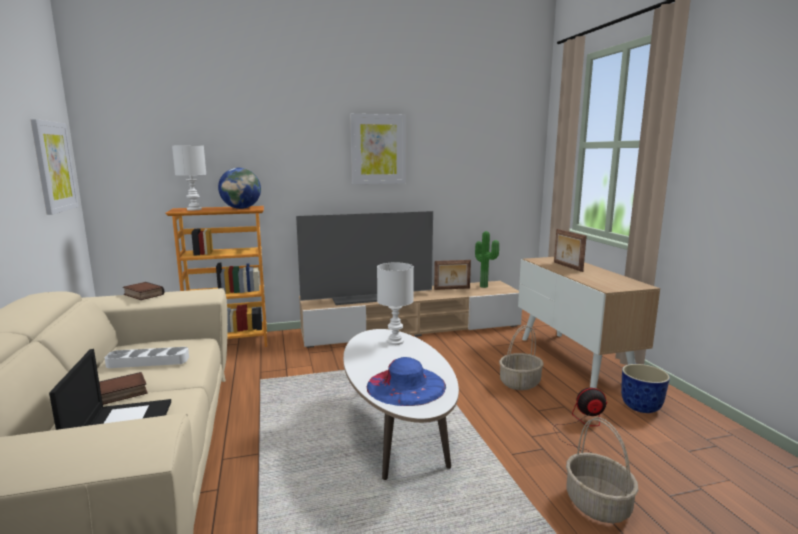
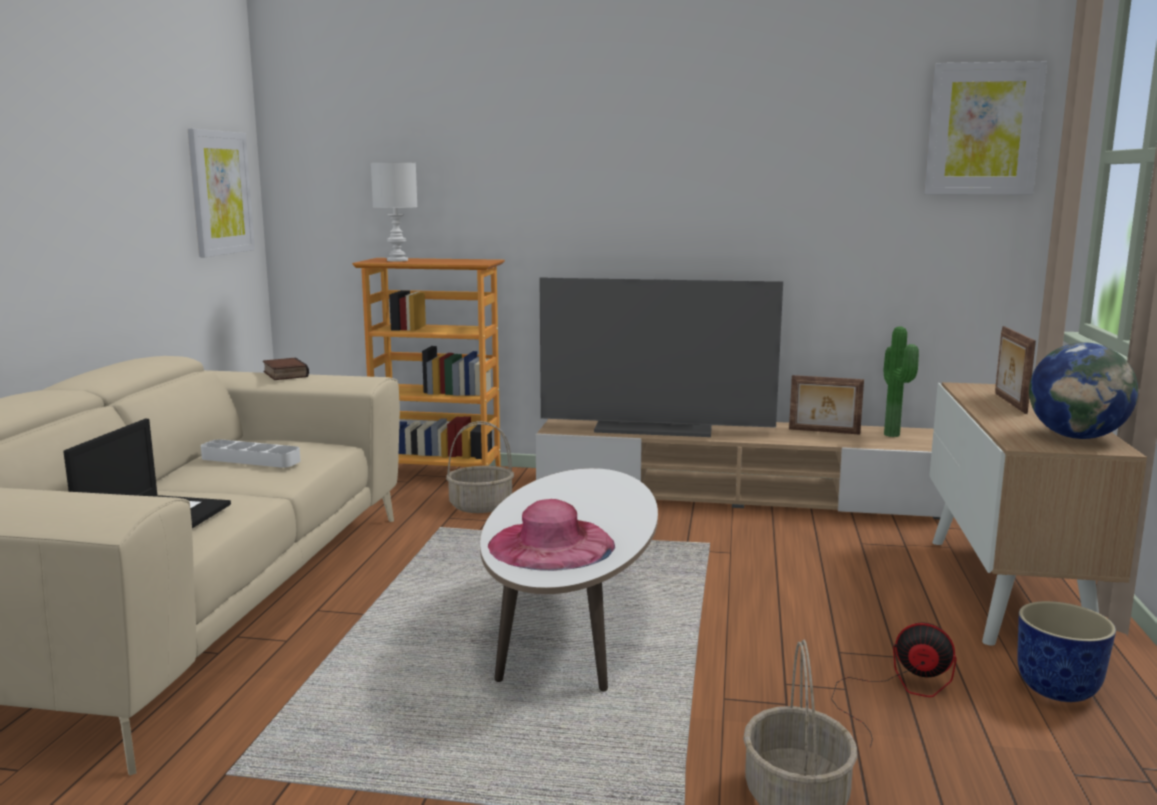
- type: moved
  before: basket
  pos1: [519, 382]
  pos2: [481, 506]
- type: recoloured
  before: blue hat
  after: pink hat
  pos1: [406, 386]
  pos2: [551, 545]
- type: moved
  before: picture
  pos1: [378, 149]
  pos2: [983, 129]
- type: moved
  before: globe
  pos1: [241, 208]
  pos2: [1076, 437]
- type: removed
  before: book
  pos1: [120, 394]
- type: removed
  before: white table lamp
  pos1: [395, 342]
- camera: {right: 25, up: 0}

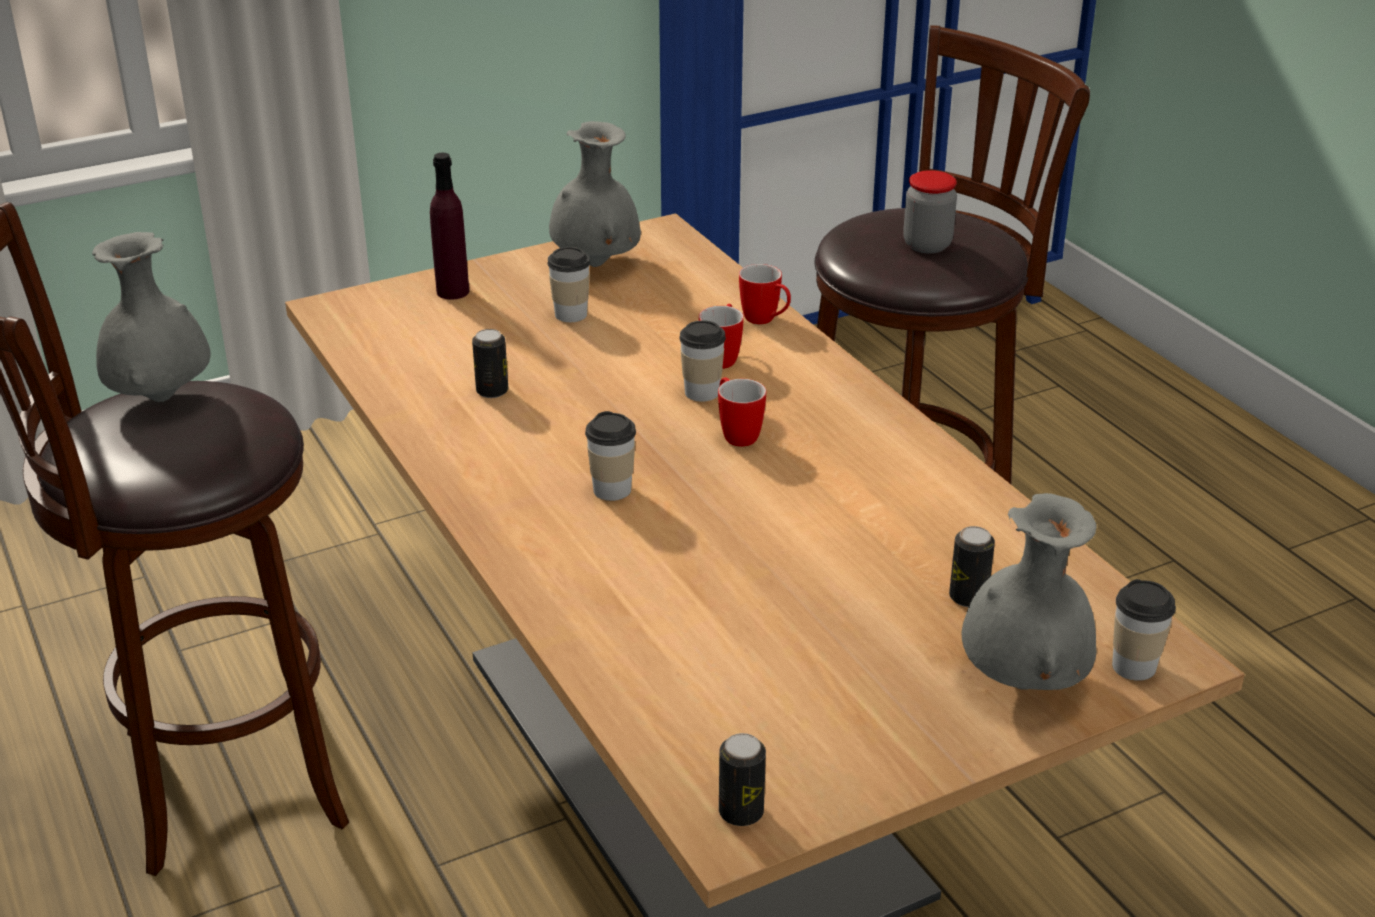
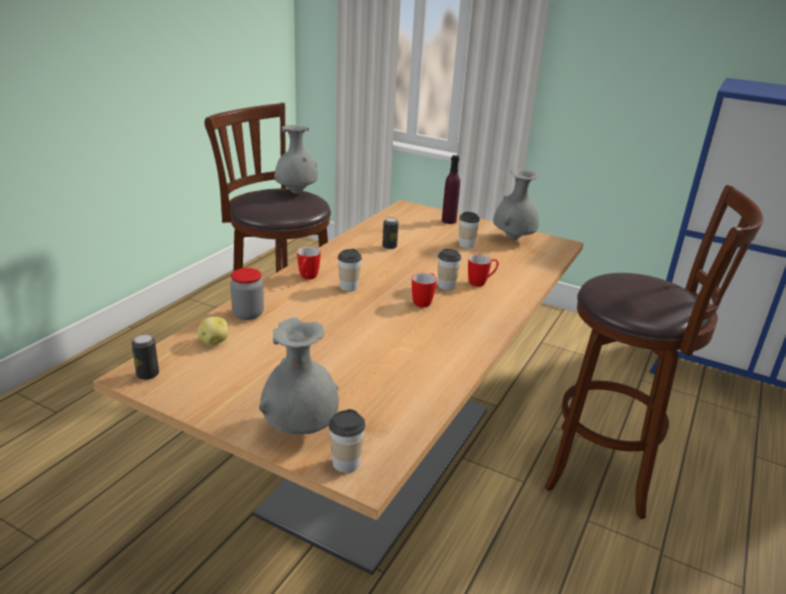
- type: added
  after: potato
  pos2: [213, 342]
- type: moved
  before: jar
  pos1: [927, 245]
  pos2: [248, 314]
- type: moved
  before: mug
  pos1: [766, 321]
  pos2: [307, 278]
- type: removed
  before: can
  pos1: [968, 597]
- camera: {right: 55, up: -5}

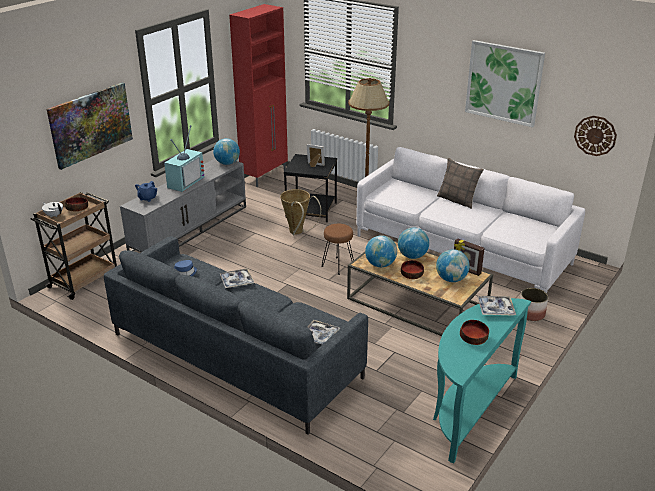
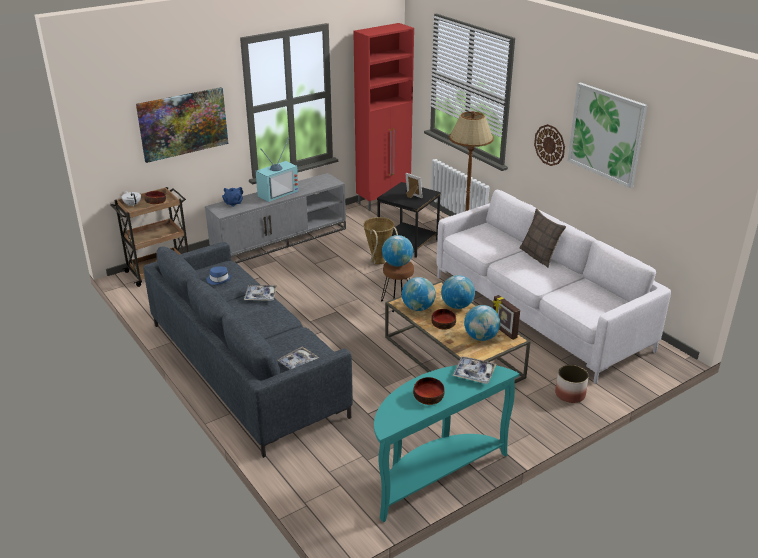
- type: moved
  before: globe
  pos1: [227, 163]
  pos2: [397, 264]
- type: moved
  before: wall clock
  pos1: [595, 135]
  pos2: [550, 145]
- camera: {right: 20, up: 0}

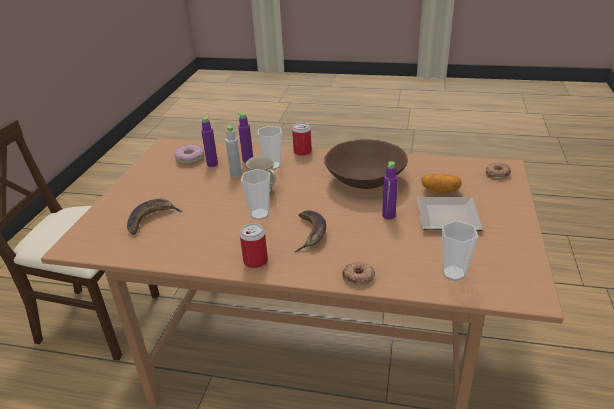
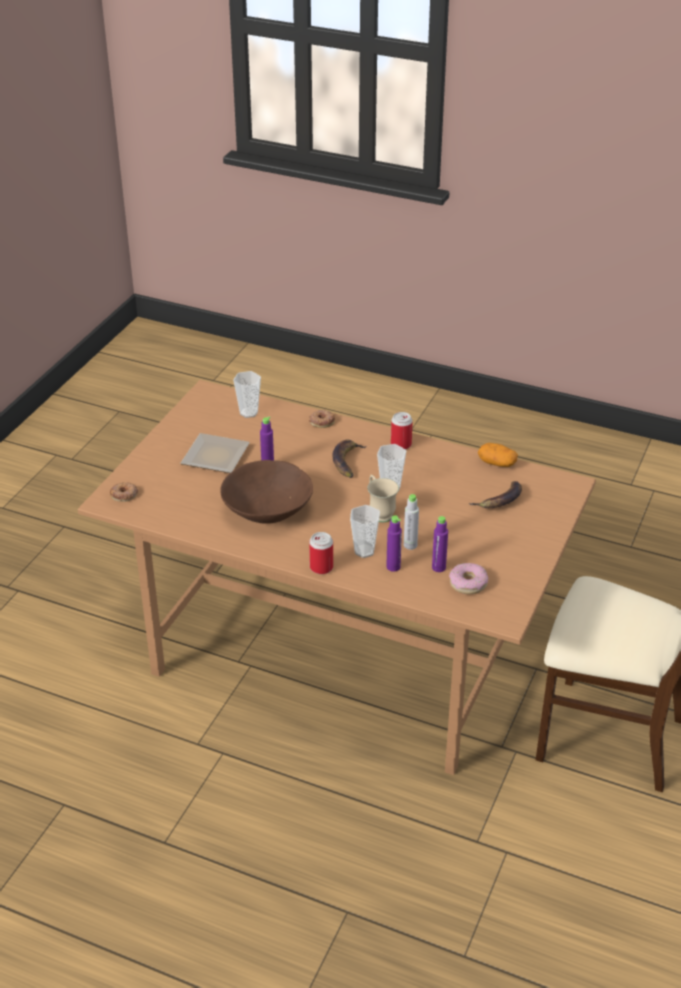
- type: moved
  before: potato
  pos1: [440, 190]
  pos2: [497, 463]
- camera: {right: -170, up: 5}

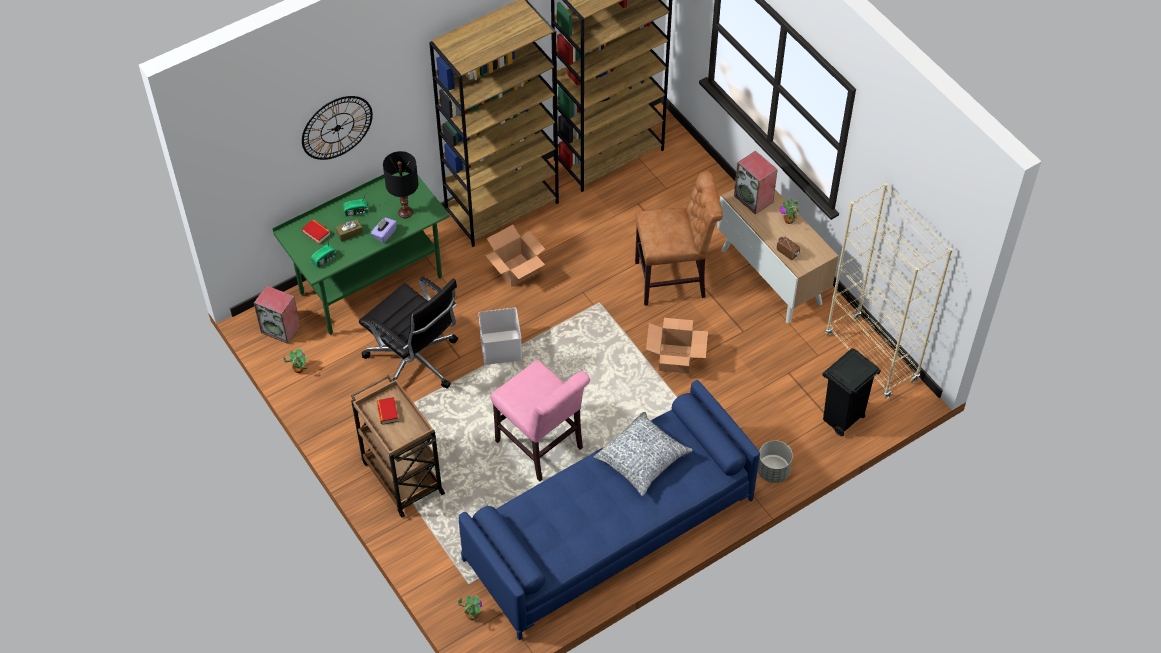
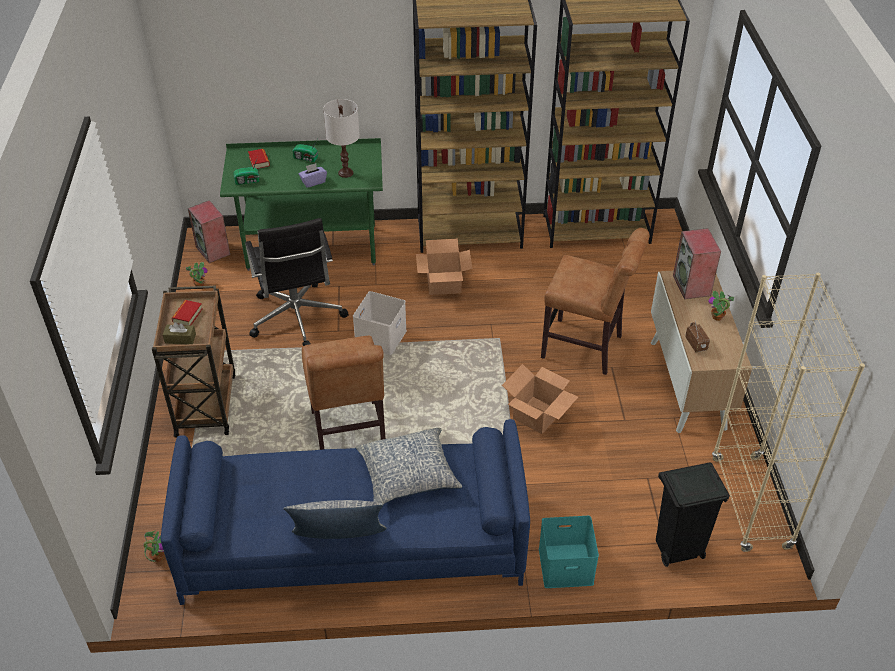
- type: moved
  before: brown tissue box
  pos1: [349, 233]
  pos2: [180, 339]
- type: added
  after: pillow
  pos2: [339, 542]
- type: recoloured
  before: pink chair
  after: brown chair
  pos1: [542, 447]
  pos2: [349, 436]
- type: recoloured
  before: black table lamp
  after: white table lamp
  pos1: [405, 212]
  pos2: [346, 173]
- type: replaced
  before: grey planter
  after: turquoise storage box
  pos1: [773, 471]
  pos2: [564, 567]
- type: removed
  before: wall clock
  pos1: [337, 127]
- camera: {right: 30, up: -10}

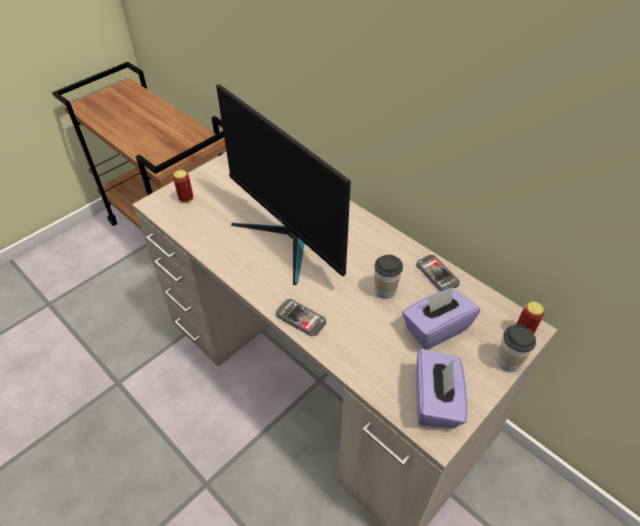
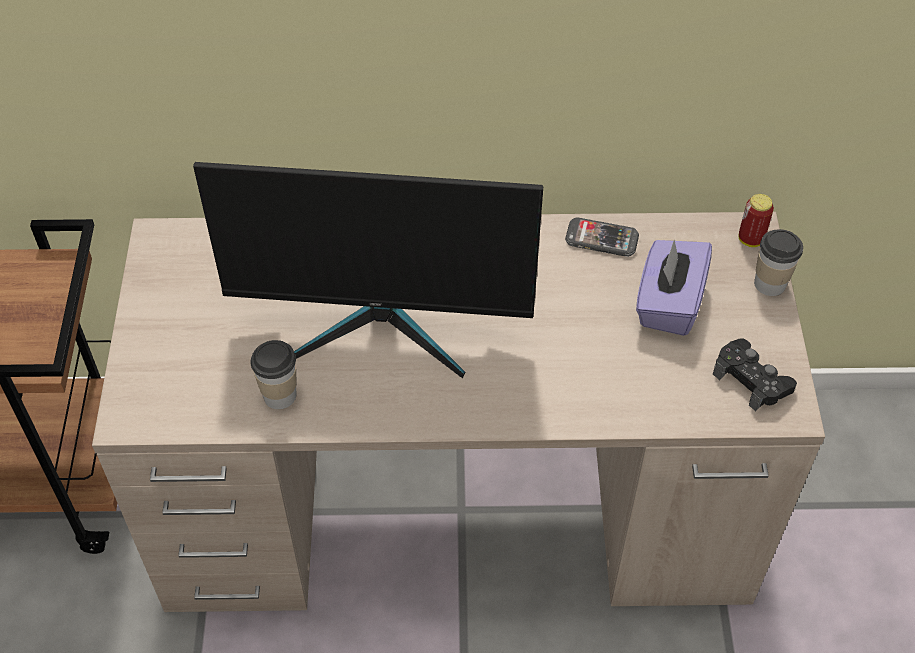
- type: moved
  before: cup
  pos1: [385, 291]
  pos2: [280, 395]
- type: replaced
  before: purple tissue box
  after: black game controller
  pos1: [436, 401]
  pos2: [751, 380]
- type: removed
  before: can
  pos1: [186, 199]
- type: removed
  before: phone
  pos1: [300, 318]
- camera: {right: -45, up: 5}

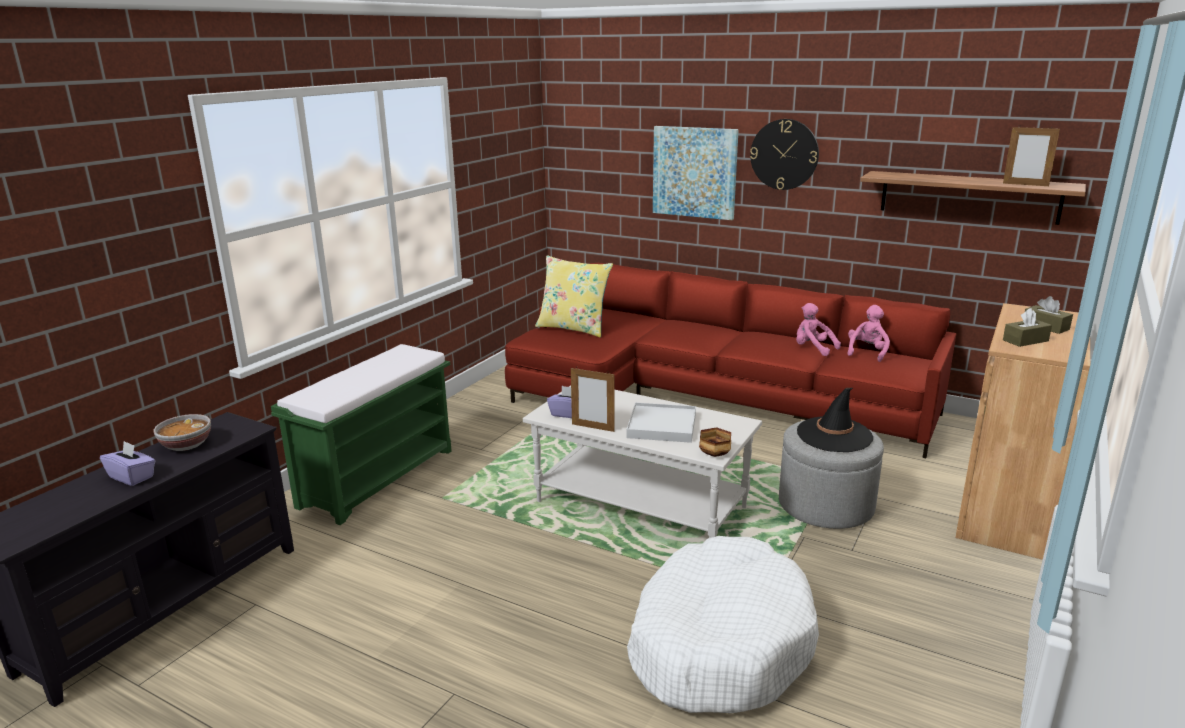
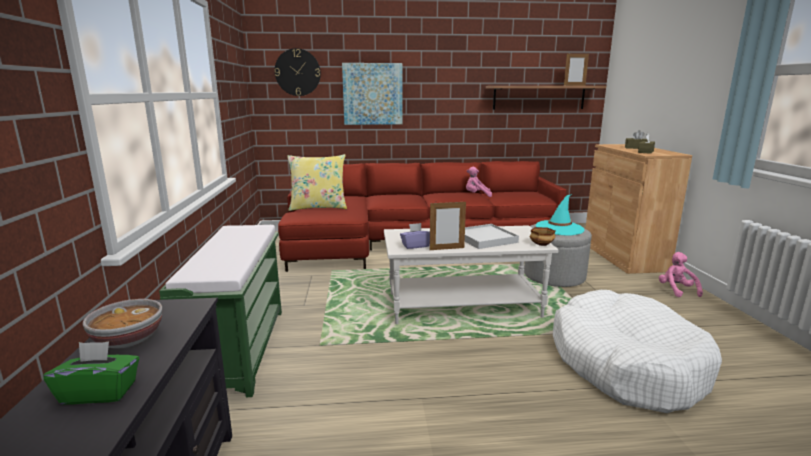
- type: recoloured
  before: purple tissue box
  after: green tissue box
  pos1: [132, 477]
  pos2: [100, 392]
- type: moved
  before: wall clock
  pos1: [784, 154]
  pos2: [297, 72]
- type: recoloured
  before: black hat
  after: turquoise hat
  pos1: [834, 435]
  pos2: [559, 228]
- type: moved
  before: pink plush toy
  pos1: [867, 352]
  pos2: [676, 290]
- camera: {right: -35, up: -5}

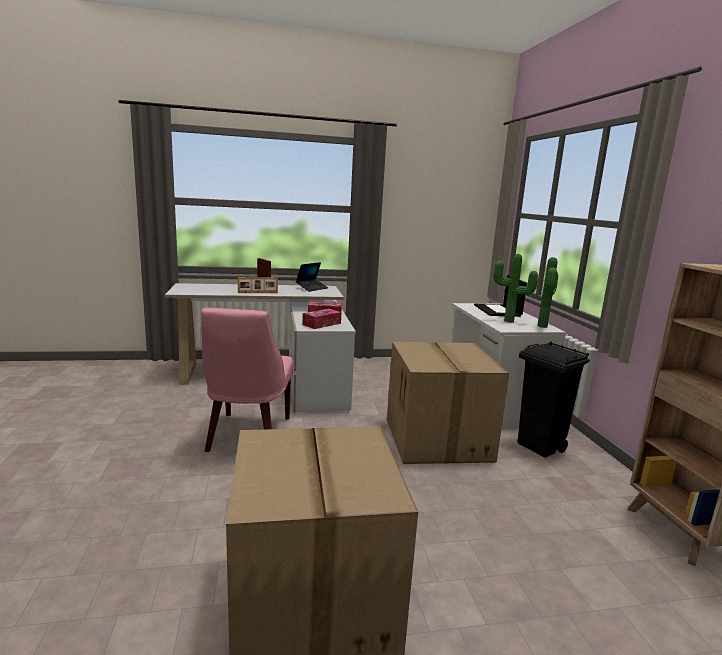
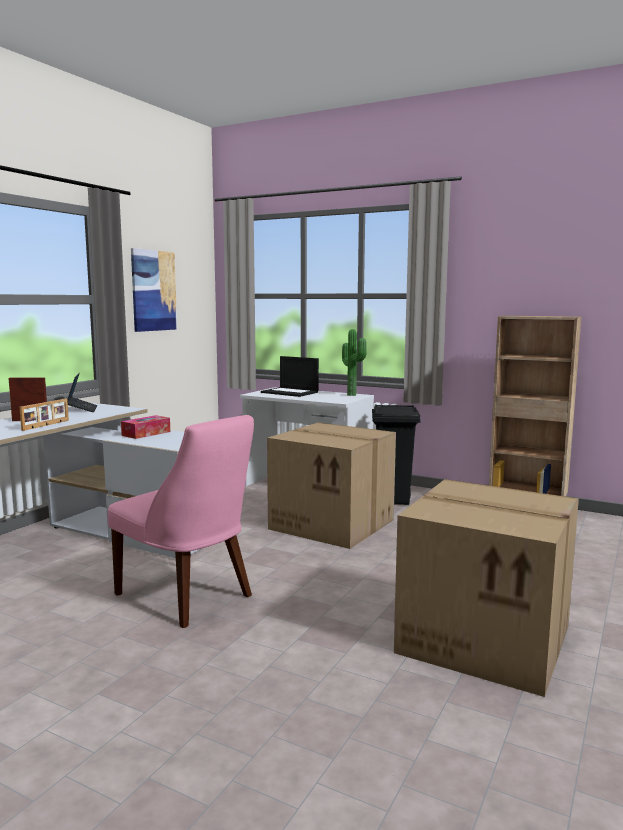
- type: added
  after: picture
  pos2: [153, 290]
- type: removed
  before: tissue box
  pos1: [321, 324]
- type: removed
  before: potted plant
  pos1: [509, 321]
- camera: {right: -50, up: -5}

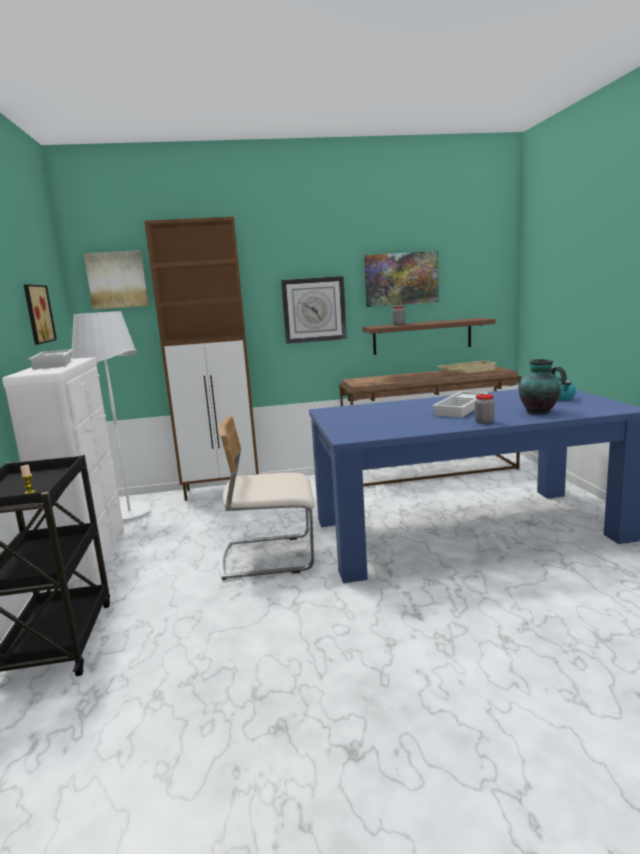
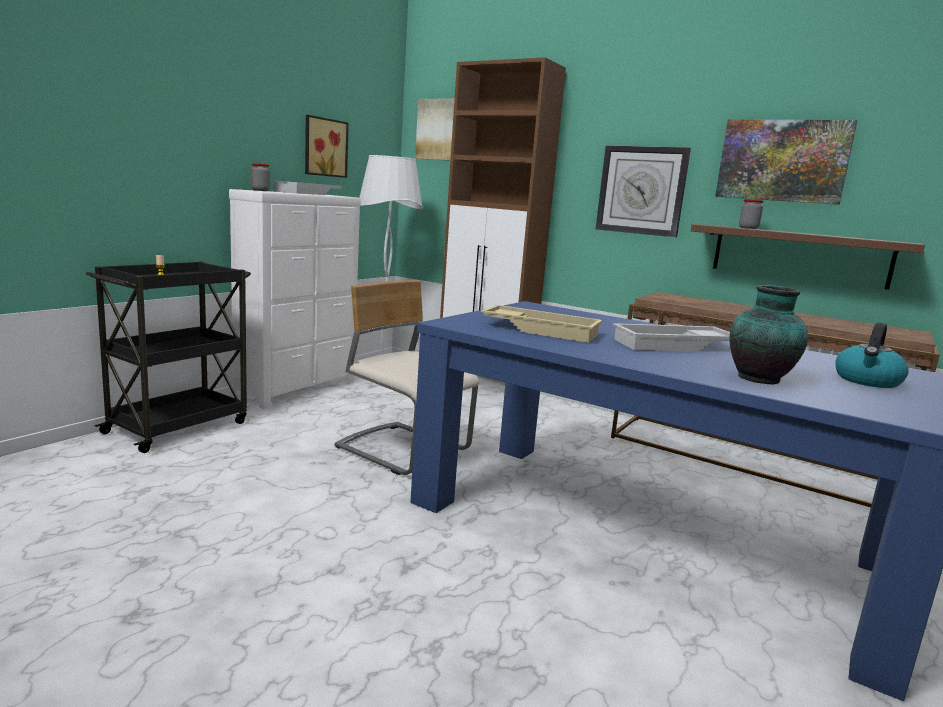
- type: moved
  before: jar
  pos1: [484, 422]
  pos2: [260, 190]
- type: moved
  before: beige tray
  pos1: [466, 371]
  pos2: [541, 330]
- camera: {right: 40, up: 0}

